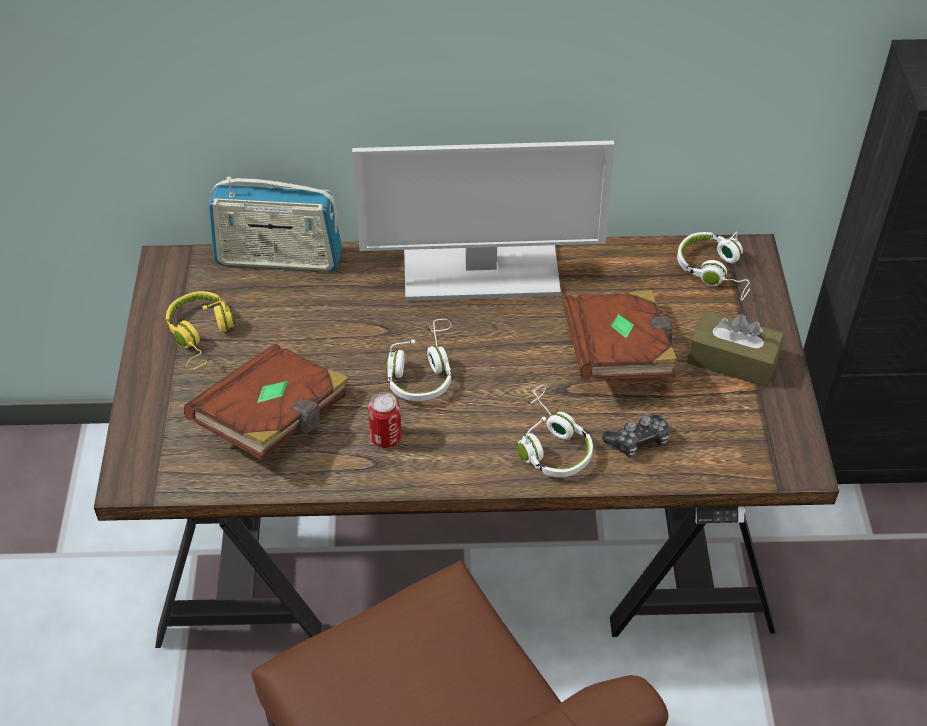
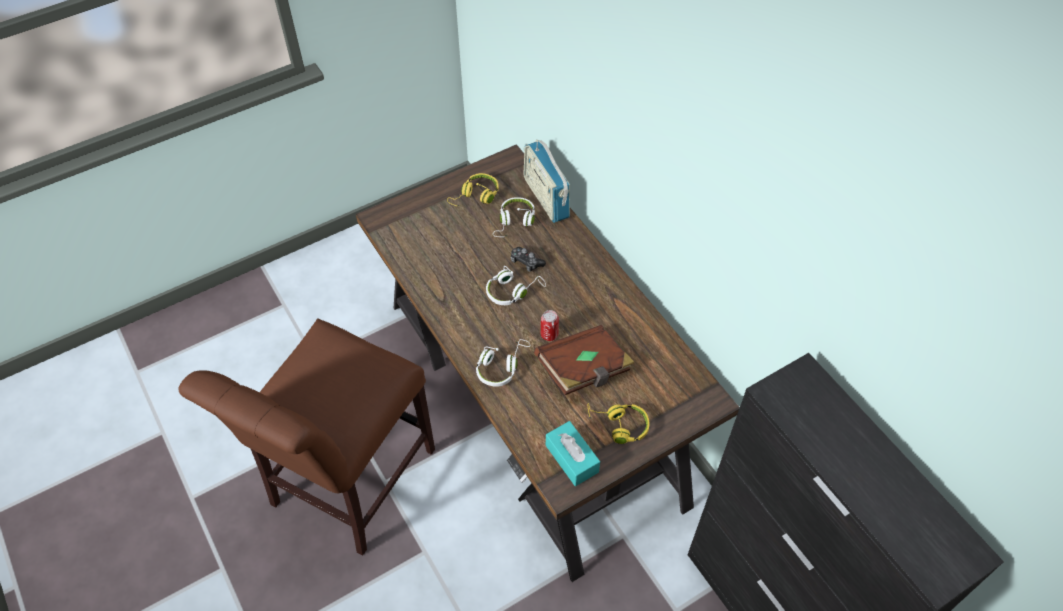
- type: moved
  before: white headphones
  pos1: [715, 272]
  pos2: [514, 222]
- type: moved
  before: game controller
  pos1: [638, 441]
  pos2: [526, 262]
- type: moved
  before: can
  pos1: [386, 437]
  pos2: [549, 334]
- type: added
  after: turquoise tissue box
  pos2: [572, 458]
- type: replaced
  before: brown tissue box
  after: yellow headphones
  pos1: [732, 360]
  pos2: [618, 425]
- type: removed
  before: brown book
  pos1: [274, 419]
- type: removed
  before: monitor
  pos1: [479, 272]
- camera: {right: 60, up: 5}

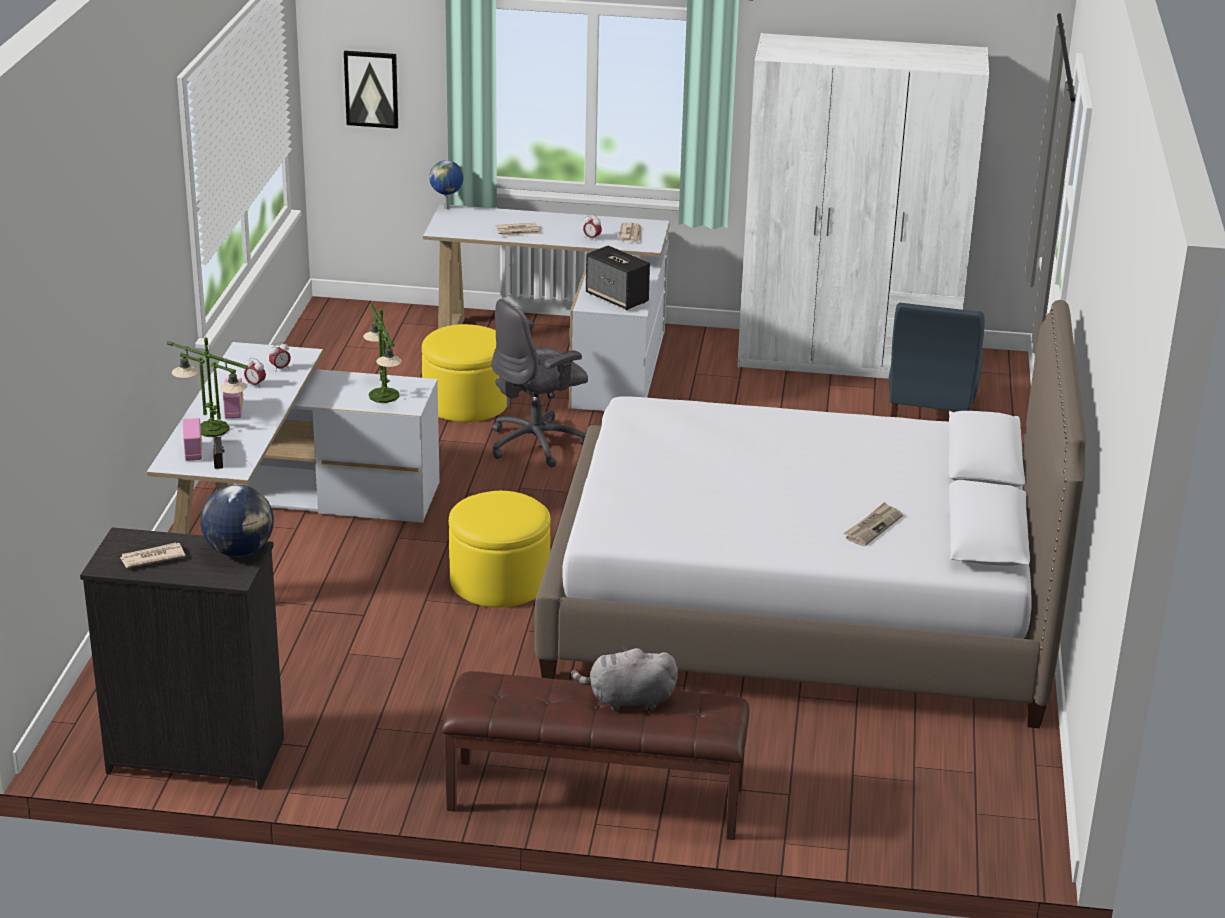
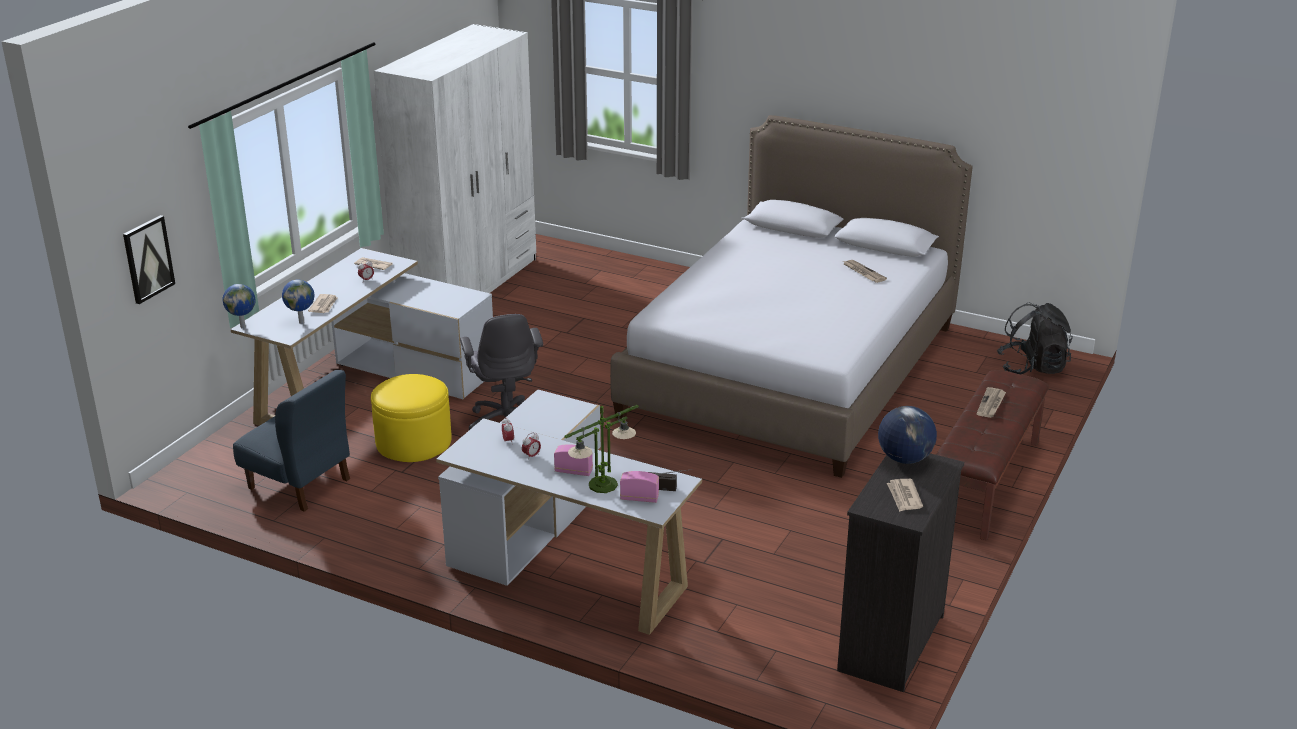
- type: moved
  before: blue chair
  pos1: [929, 416]
  pos2: [299, 484]
- type: added
  after: globe
  pos2: [302, 322]
- type: replaced
  before: grey plush toy
  after: newspaper
  pos1: [627, 700]
  pos2: [991, 404]
- type: added
  after: black backpack
  pos2: [1032, 367]
- type: removed
  before: table lamp
  pos1: [384, 396]
- type: removed
  before: yellow ottoman
  pos1: [499, 581]
- type: removed
  before: speaker
  pos1: [617, 298]
- camera: {right: -70, up: 0}

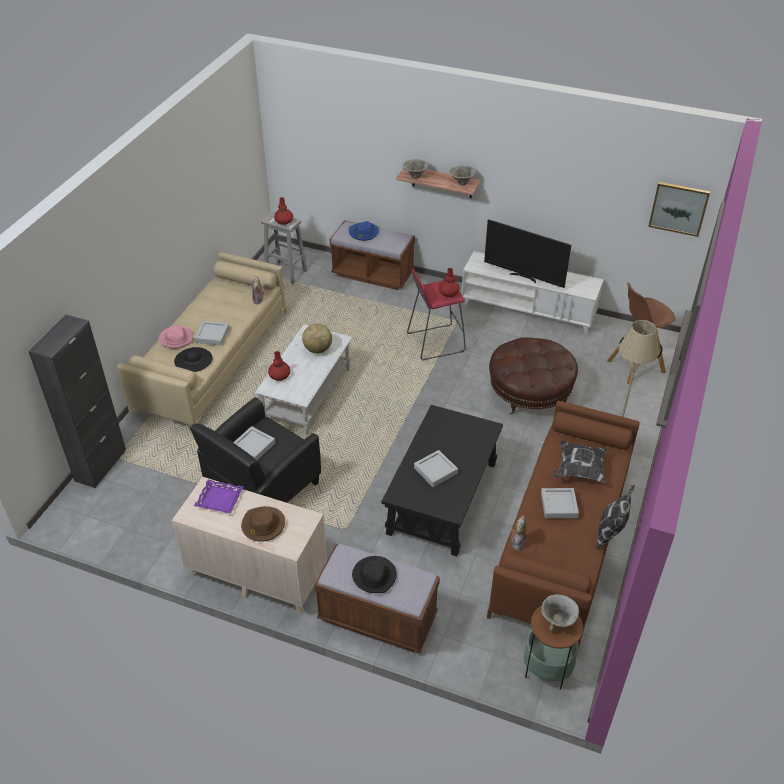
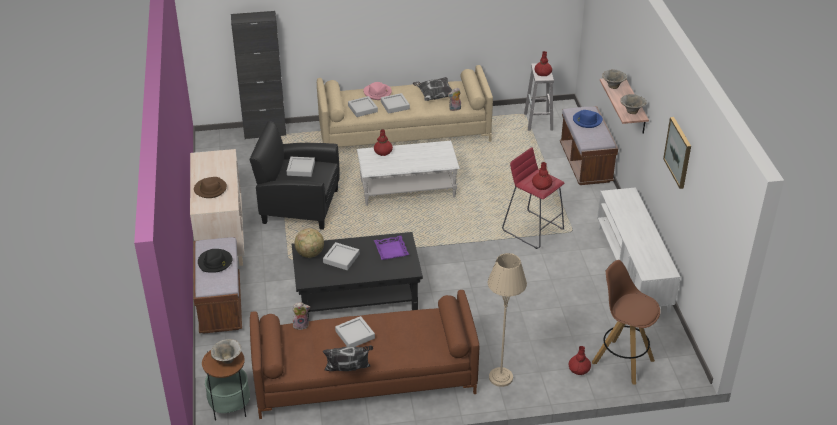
- type: moved
  before: globe
  pos1: [318, 349]
  pos2: [310, 254]
- type: replaced
  before: black hat
  after: grey tray
  pos1: [193, 360]
  pos2: [362, 109]
- type: moved
  before: purple tray
  pos1: [219, 499]
  pos2: [391, 250]
- type: moved
  before: pillow
  pos1: [579, 470]
  pos2: [434, 96]
- type: added
  after: red vase
  pos2: [579, 369]
- type: moved
  before: picture
  pos1: [678, 208]
  pos2: [678, 152]
- type: removed
  before: television
  pos1: [524, 277]
- type: removed
  before: brown ottoman
  pos1: [529, 392]
- camera: {right: 60, up: -5}

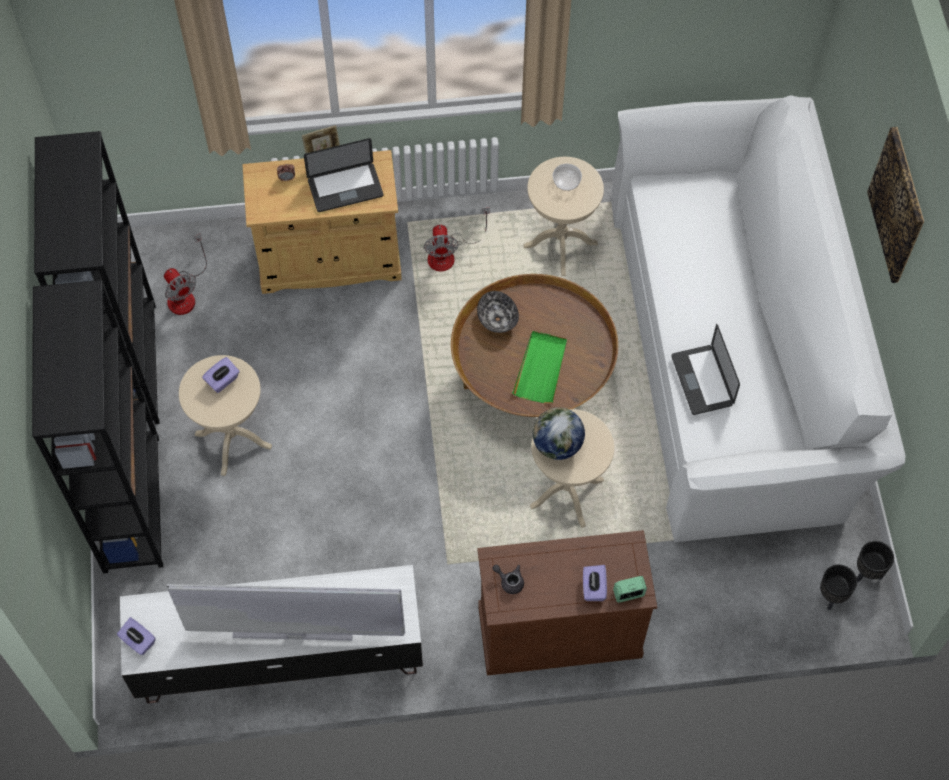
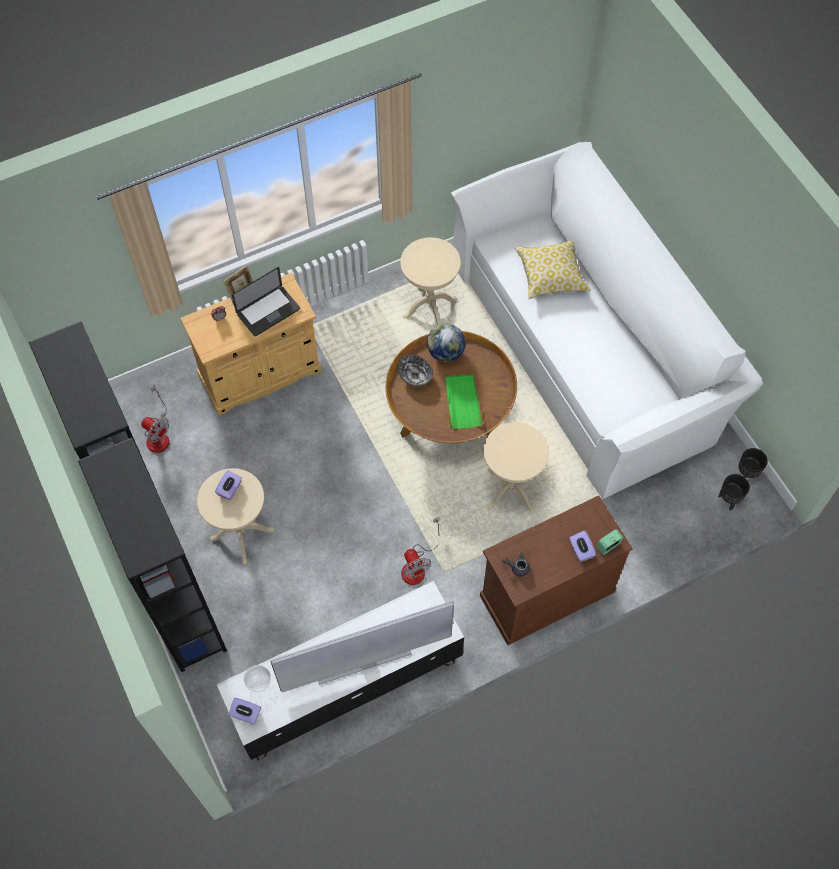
- type: moved
  before: bowl
  pos1: [566, 181]
  pos2: [258, 681]
- type: moved
  before: fan
  pos1: [449, 254]
  pos2: [417, 566]
- type: moved
  before: globe
  pos1: [557, 445]
  pos2: [445, 353]
- type: added
  after: pillow
  pos2: [551, 275]
- type: removed
  before: laptop
  pos1: [702, 380]
- type: removed
  before: picture
  pos1: [897, 205]
- camera: {right: -20, up: 0}

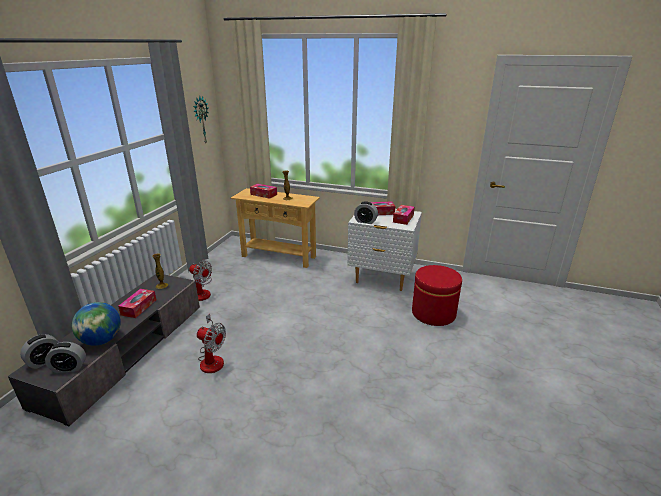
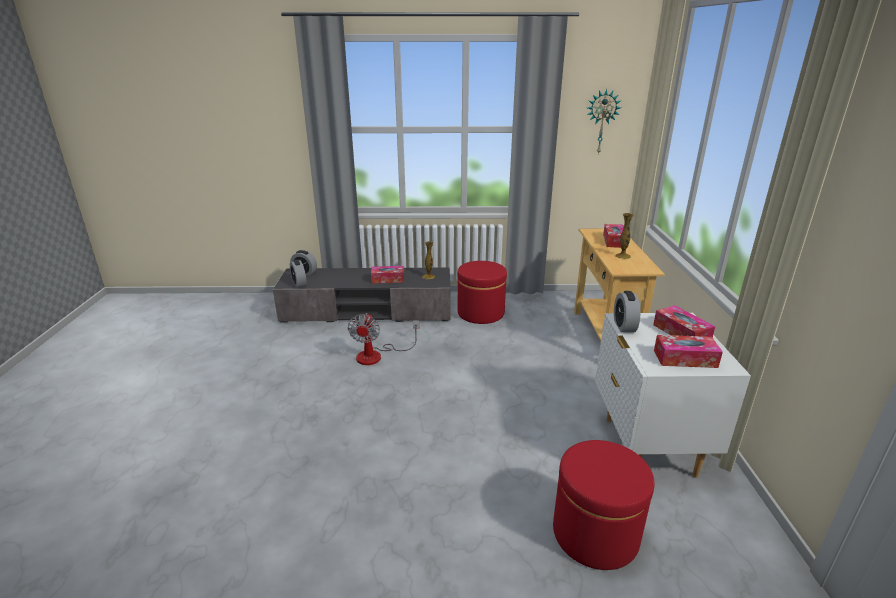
- type: replaced
  before: fan
  after: red ottoman
  pos1: [202, 292]
  pos2: [480, 313]
- type: removed
  before: globe
  pos1: [102, 340]
- camera: {right: 70, up: 0}

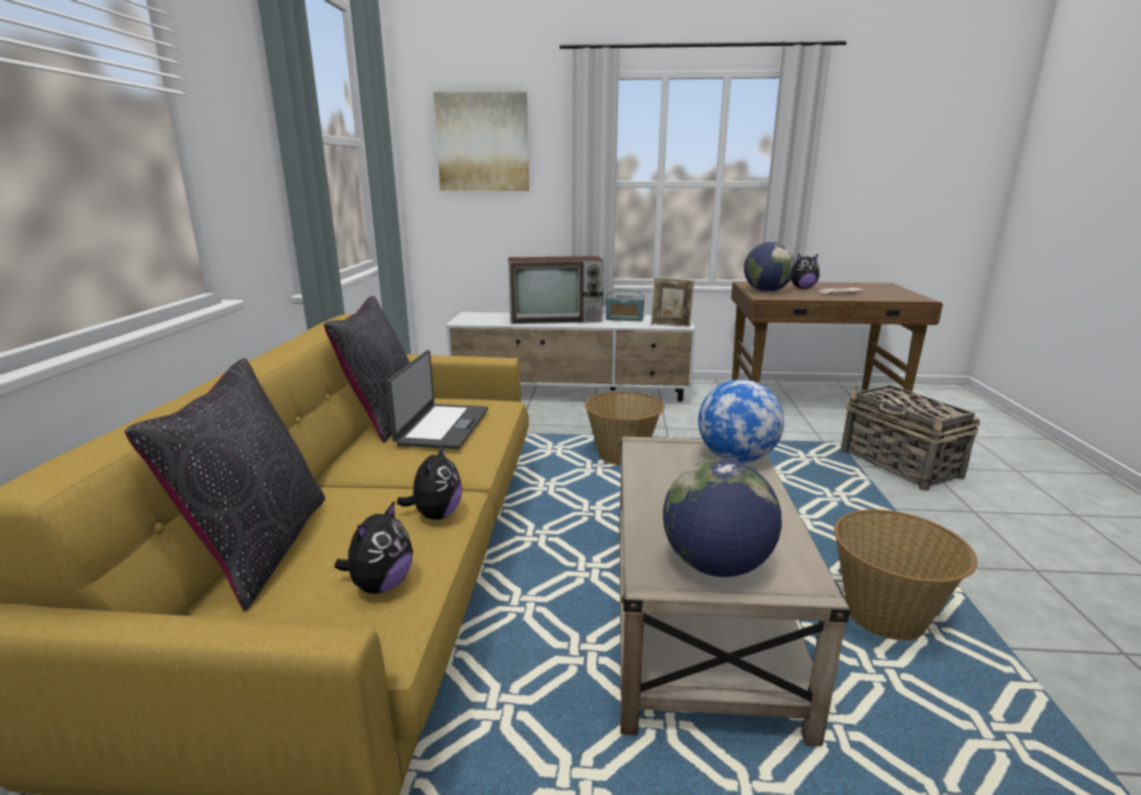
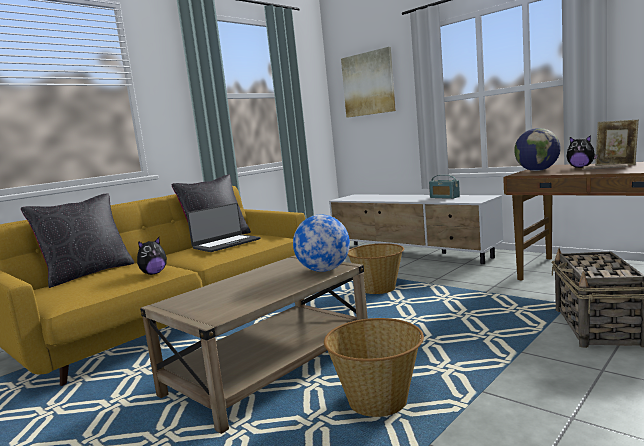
- type: moved
  before: picture frame
  pos1: [671, 325]
  pos2: [616, 165]
- type: removed
  before: plush toy
  pos1: [381, 585]
- type: removed
  before: television
  pos1: [557, 319]
- type: removed
  before: globe
  pos1: [716, 566]
- camera: {right: 40, up: -10}

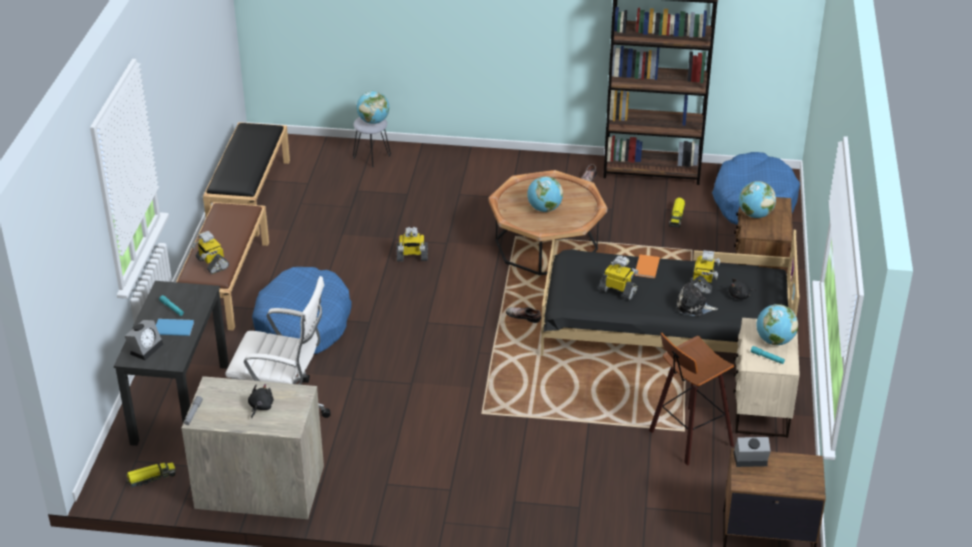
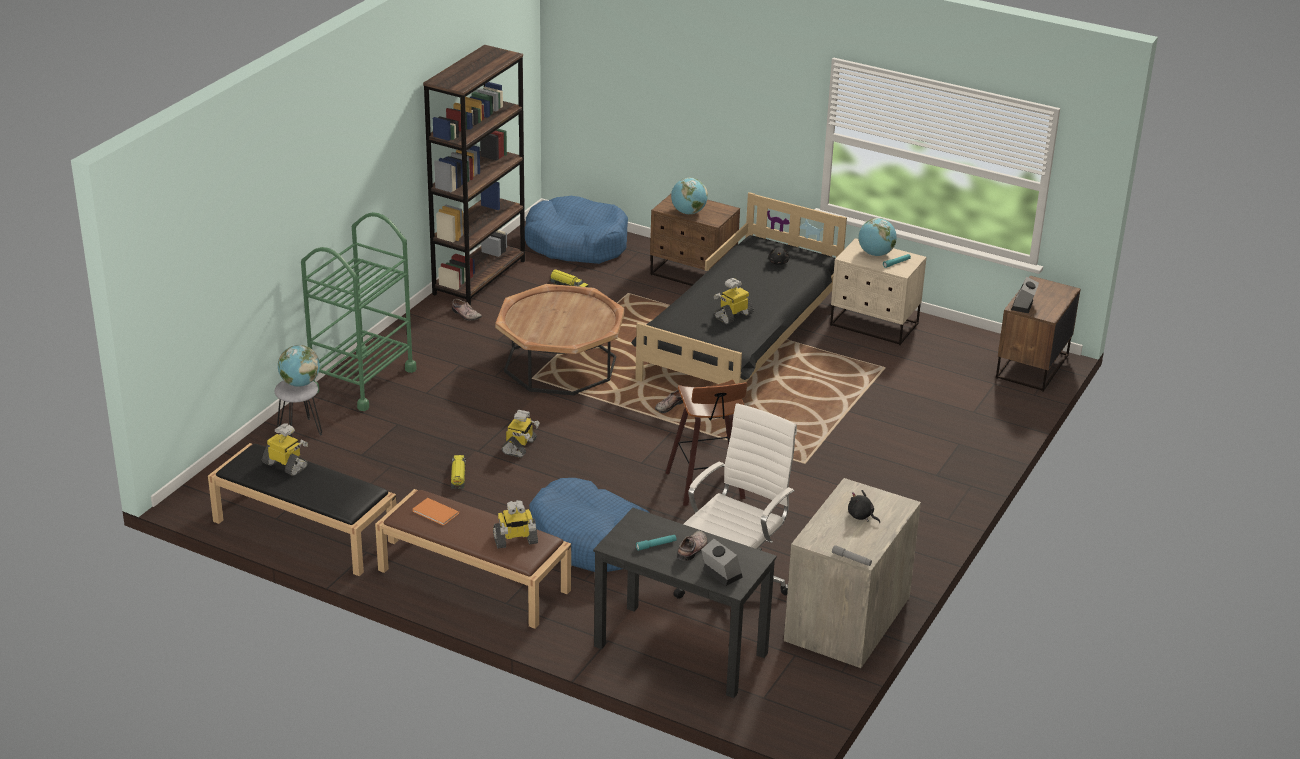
- type: moved
  before: toy robot
  pos1: [703, 283]
  pos2: [286, 465]
- type: added
  after: green cart
  pos2: [362, 380]
- type: moved
  before: orange book
  pos1: [646, 267]
  pos2: [435, 513]
- type: moved
  before: toy truck
  pos1: [151, 478]
  pos2: [458, 476]
- type: moved
  before: stool
  pos1: [688, 438]
  pos2: [708, 486]
- type: replaced
  before: blue book
  after: shoe
  pos1: [173, 327]
  pos2: [693, 550]
- type: removed
  before: globe
  pos1: [544, 209]
- type: removed
  before: plush toy
  pos1: [693, 307]
- camera: {right: -70, up: -5}

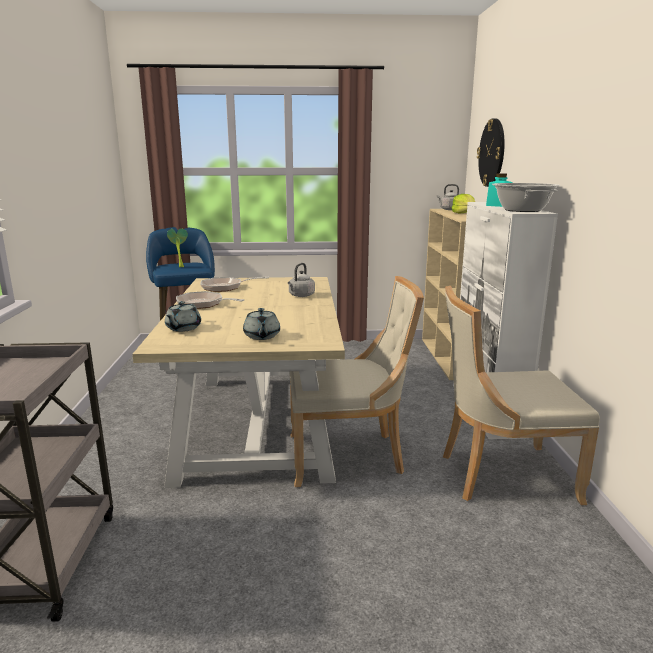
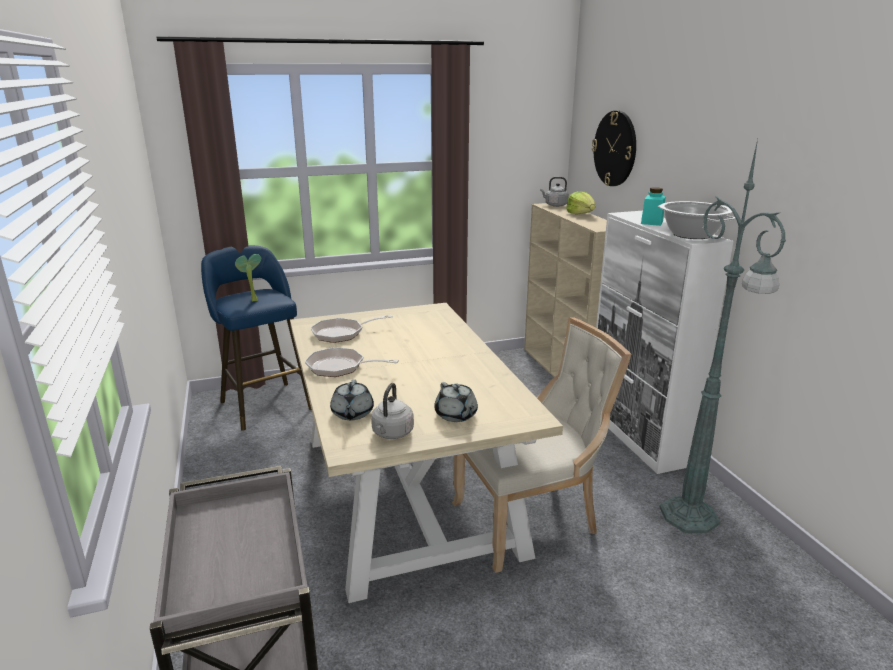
- type: moved
  before: grey kettle
  pos1: [300, 296]
  pos2: [392, 434]
- type: replaced
  before: beige chair
  after: green floor lamp
  pos1: [501, 475]
  pos2: [690, 517]
- camera: {right: -15, up: 5}

